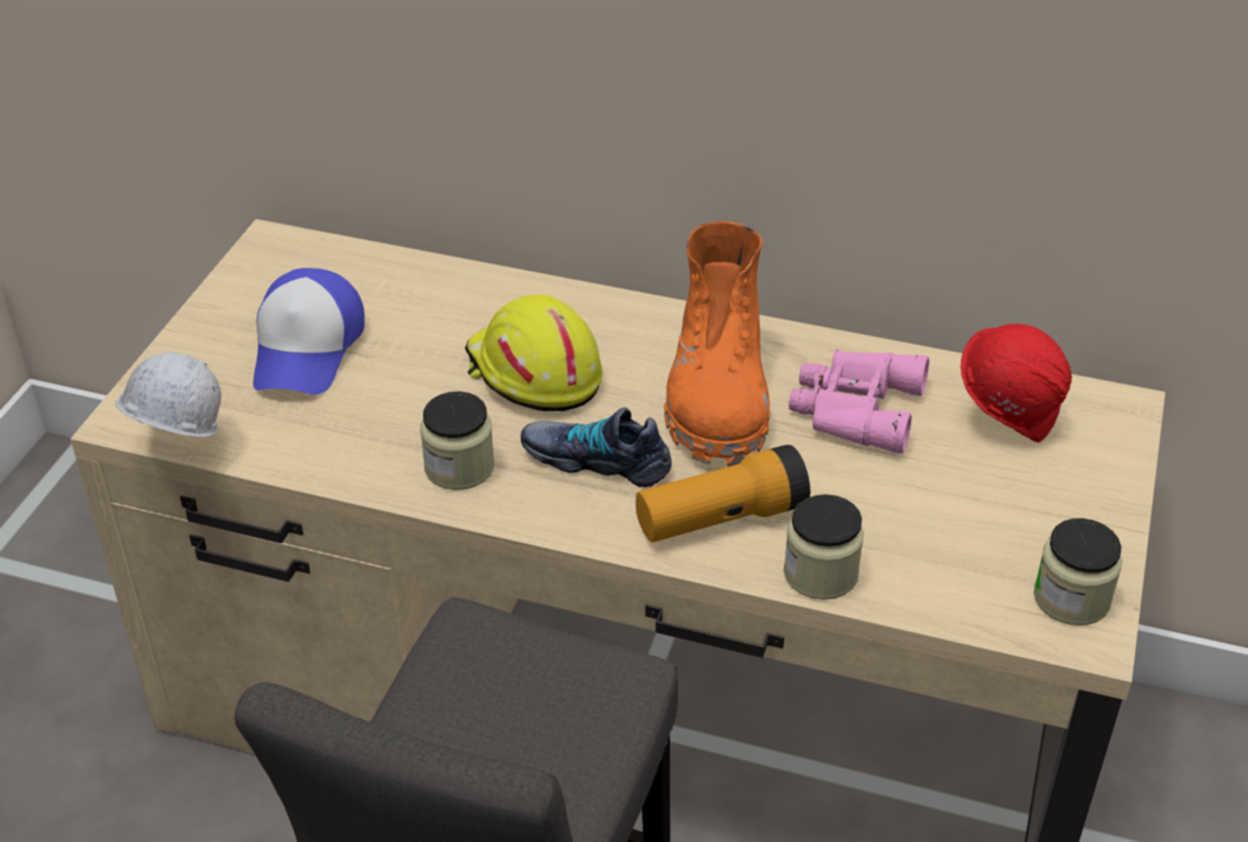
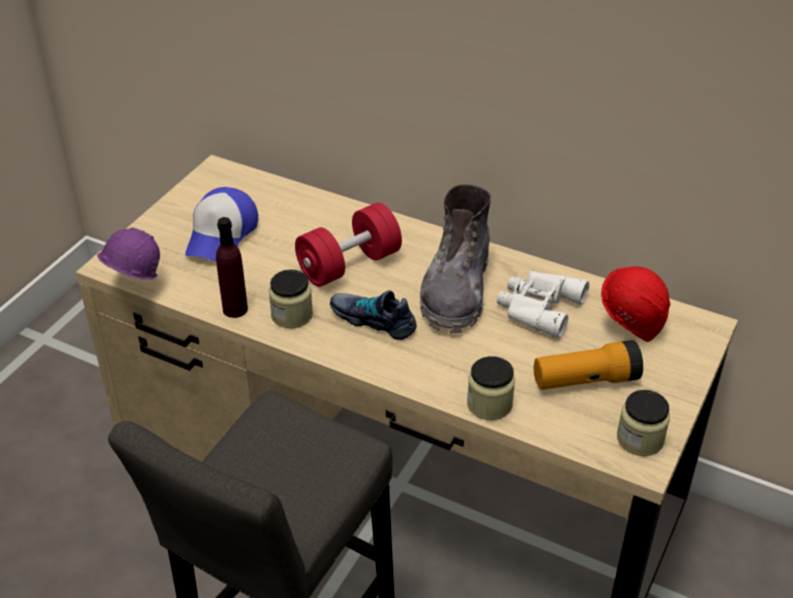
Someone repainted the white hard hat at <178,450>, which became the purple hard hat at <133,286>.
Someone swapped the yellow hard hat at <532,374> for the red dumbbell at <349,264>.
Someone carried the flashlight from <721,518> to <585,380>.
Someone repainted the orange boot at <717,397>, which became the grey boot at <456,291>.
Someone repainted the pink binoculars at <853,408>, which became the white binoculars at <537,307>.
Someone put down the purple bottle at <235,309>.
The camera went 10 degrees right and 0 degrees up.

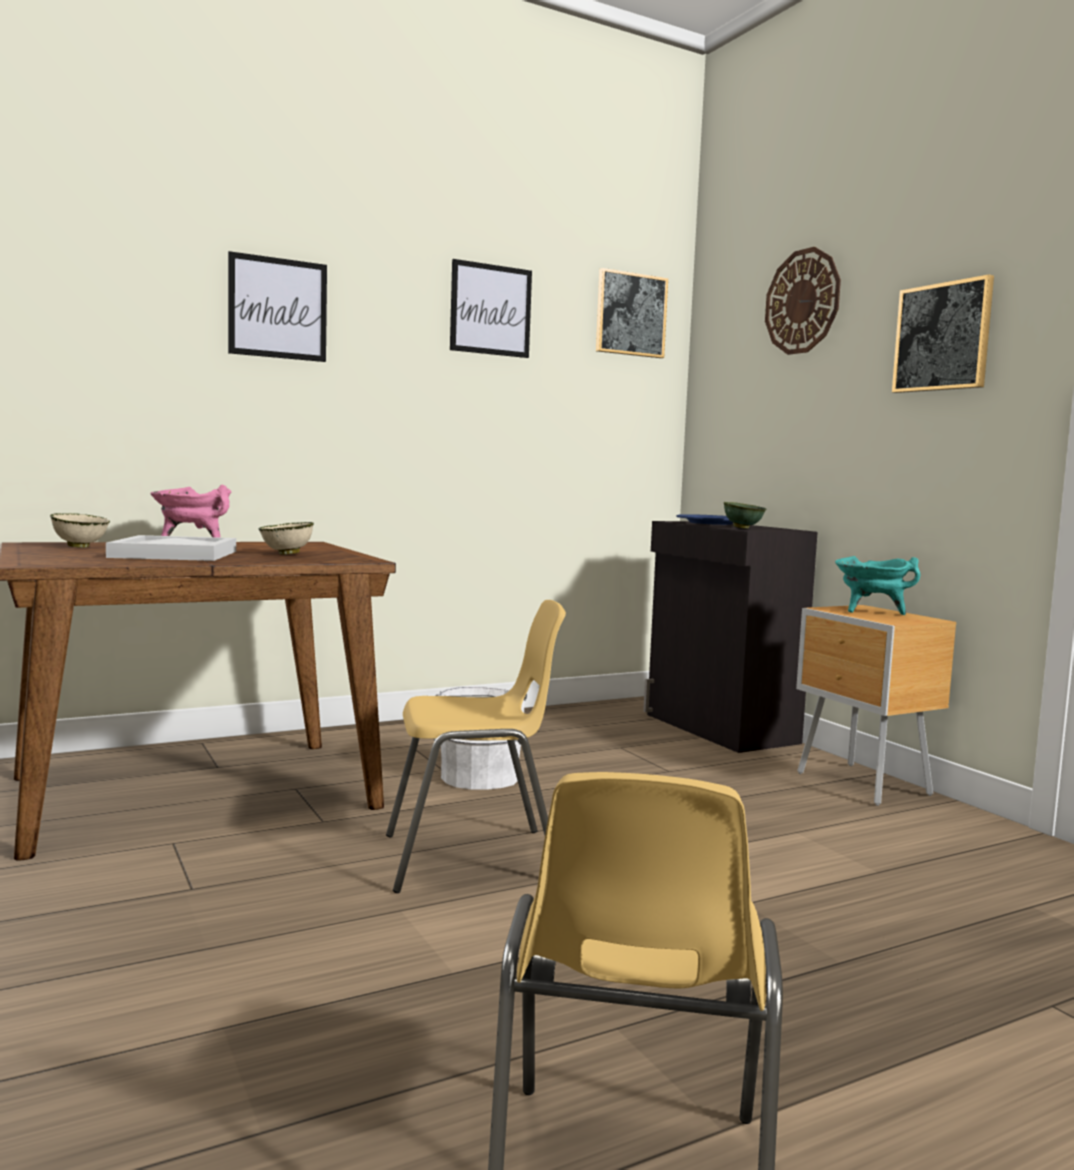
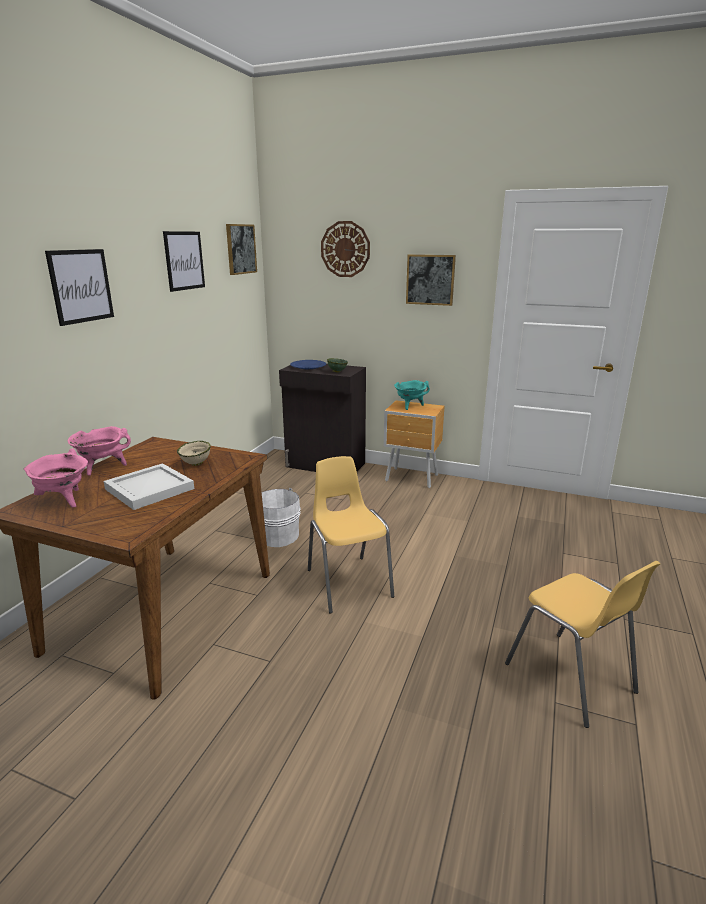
Someone swapped the beige bowl at <80,546> for the pink cooking pot at <64,501>.
Someone rotated the yellow chair at <473,859> by 60 degrees counterclockwise.
The camera went 40 degrees left and 15 degrees up.

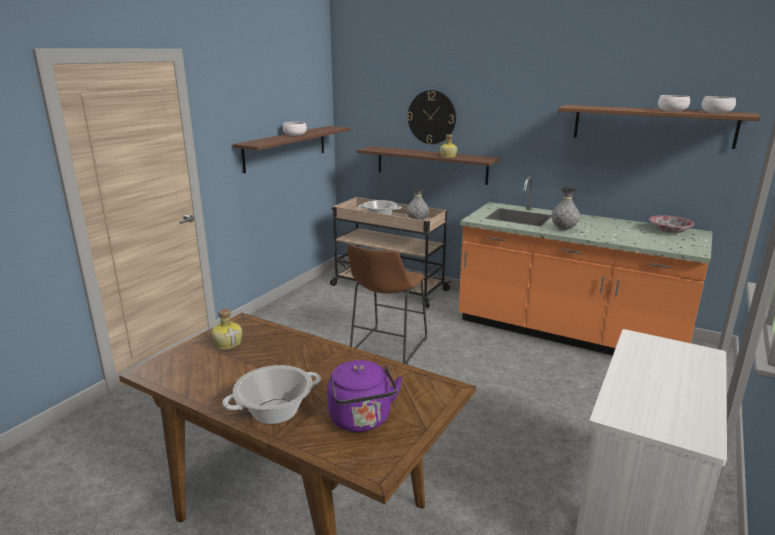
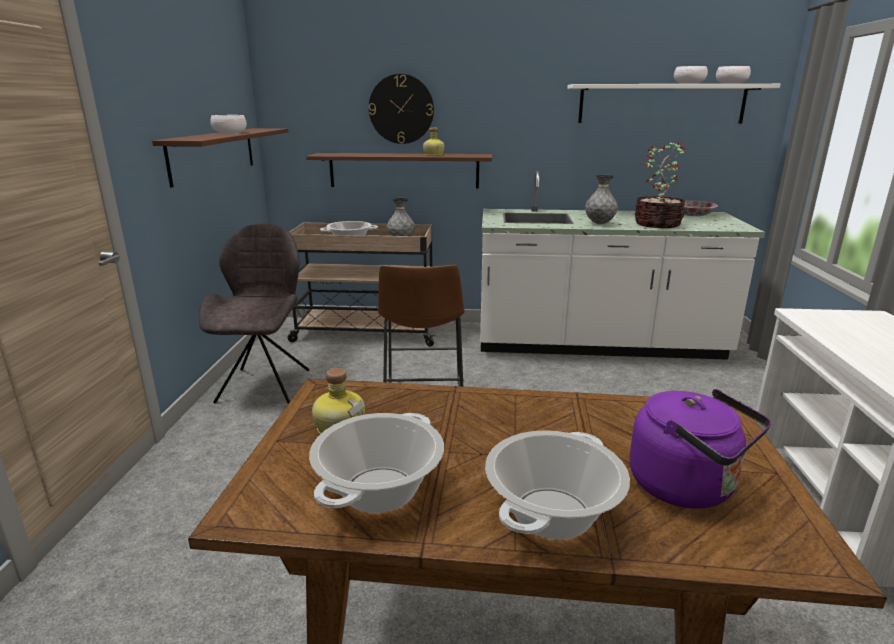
Someone repainted the orange counter at <568,333>, which became the white counter at <597,344>.
Someone repainted the brown shelf at <652,125>, which became the white shelf at <661,104>.
Someone put down the grey chair at <265,384>.
Someone put down the cooking pot at <380,490>.
Someone put down the potted plant at <657,224>.
The camera went 25 degrees left and 0 degrees up.

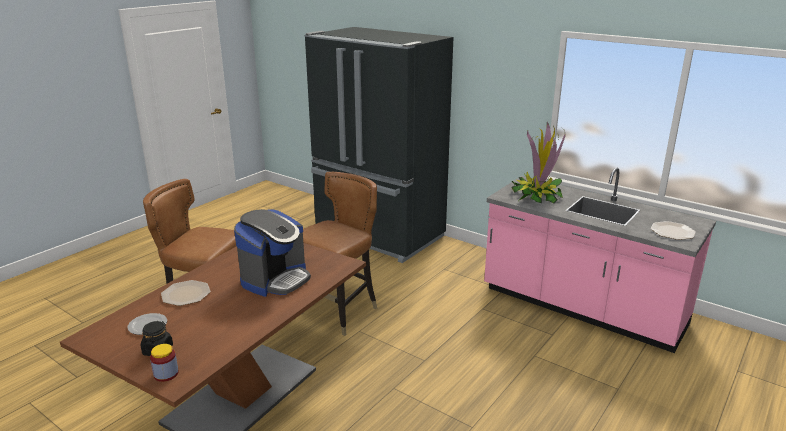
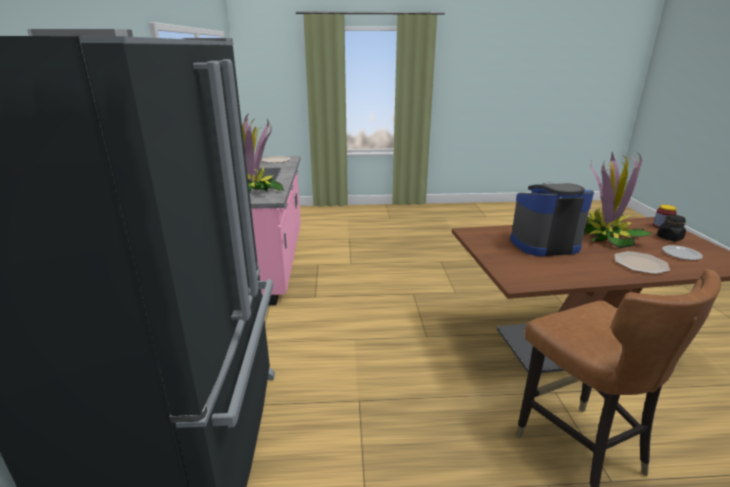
Someone took away the brown chair at <339,313>.
Someone put down the potted plant at <604,237>.
The camera went 130 degrees left and 0 degrees up.

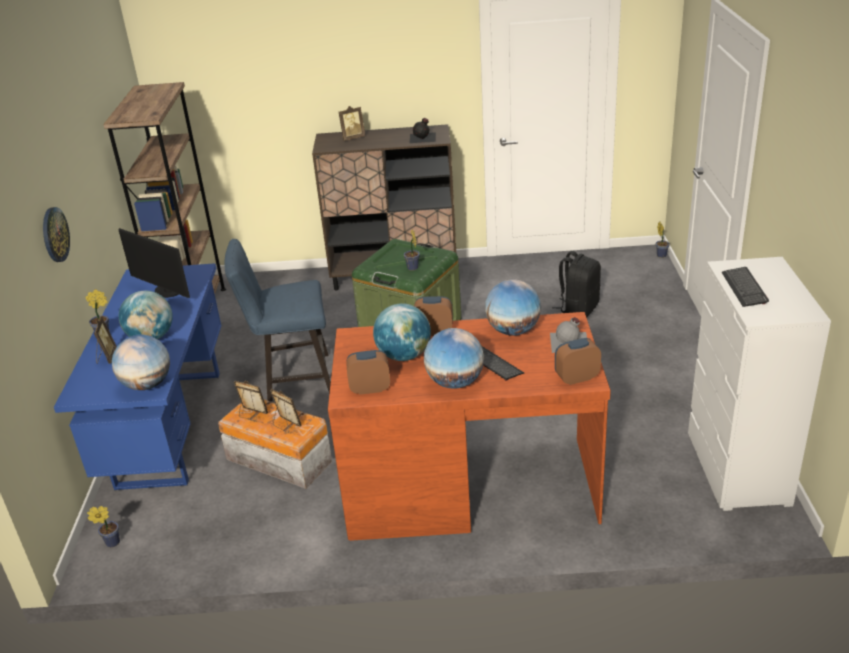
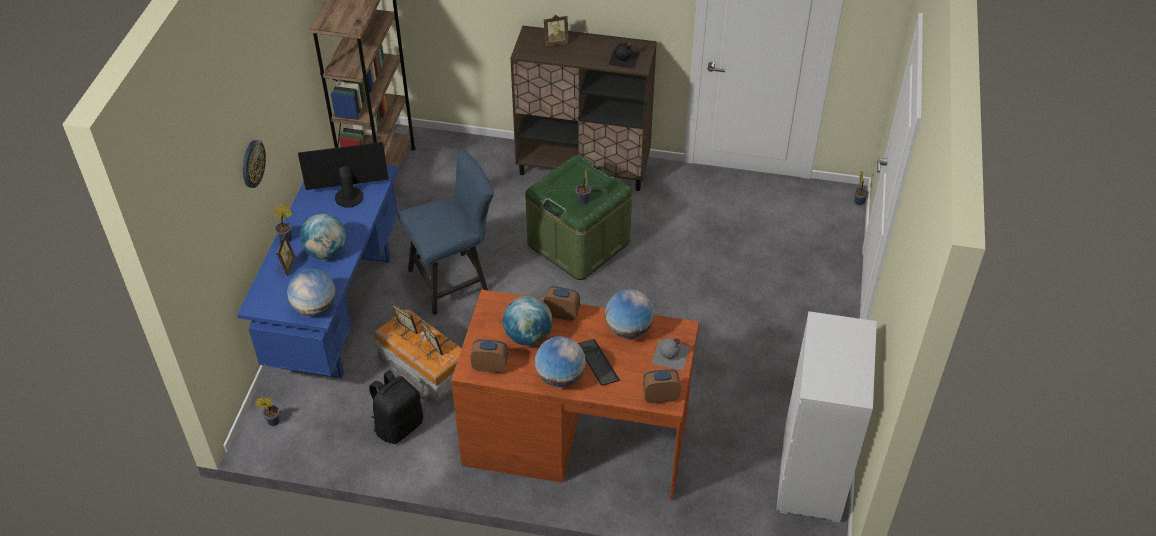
Someone rotated the monitor at <167,291> by 120 degrees clockwise.
Someone rotated the blue chair at <292,379> by 150 degrees clockwise.
Someone carried the black backpack from <578,309> to <398,425>.
Someone took away the keyboard at <744,288>.
The camera went 10 degrees right and 15 degrees up.

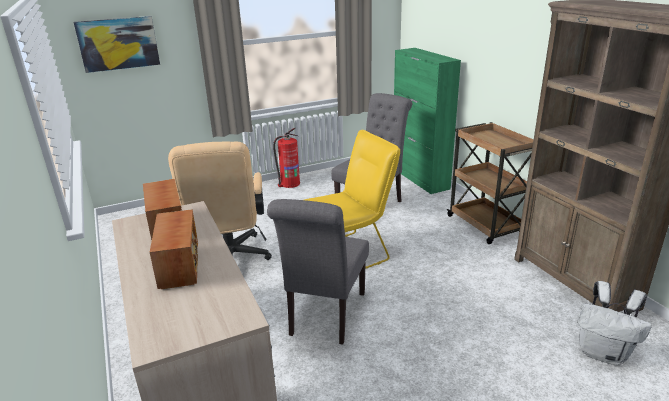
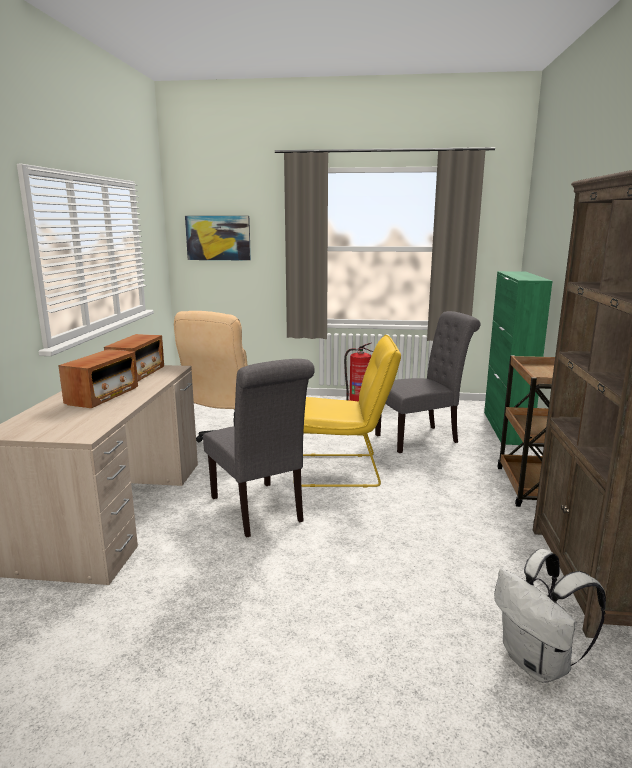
Someone rotated the grey chair at <325,317> by 75 degrees counterclockwise.
The camera went 30 degrees right and 10 degrees down.

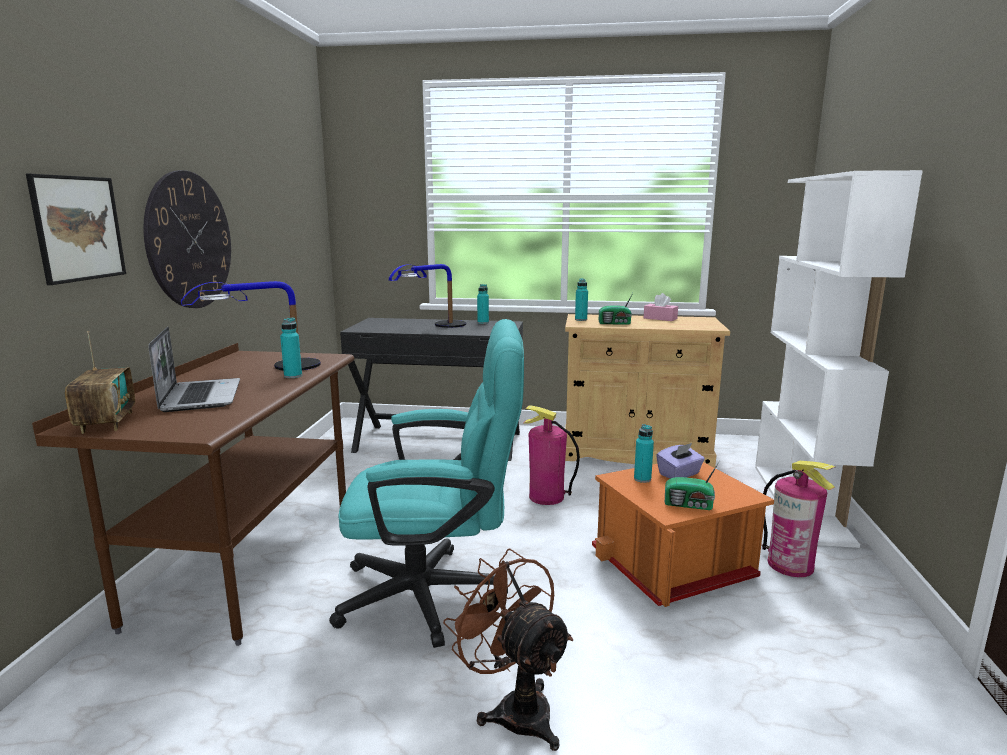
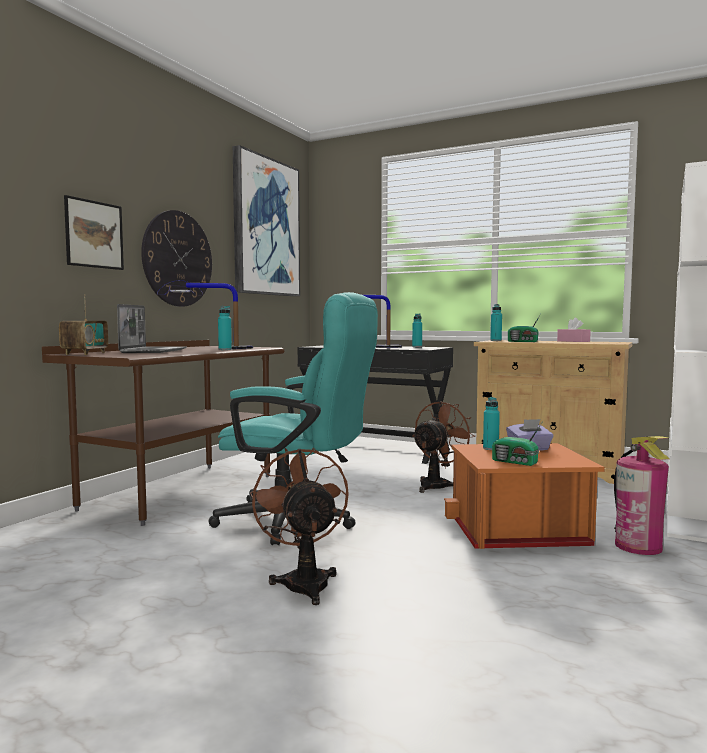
Someone swapped the fire extinguisher at <546,497> for the brown fan at <437,485>.
Someone put up the picture at <265,227>.
The camera went 20 degrees right and 10 degrees down.

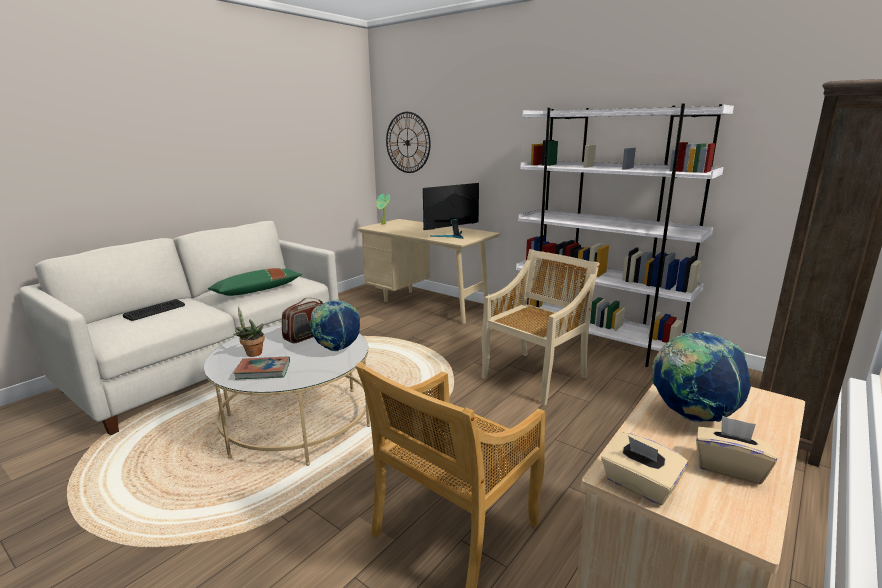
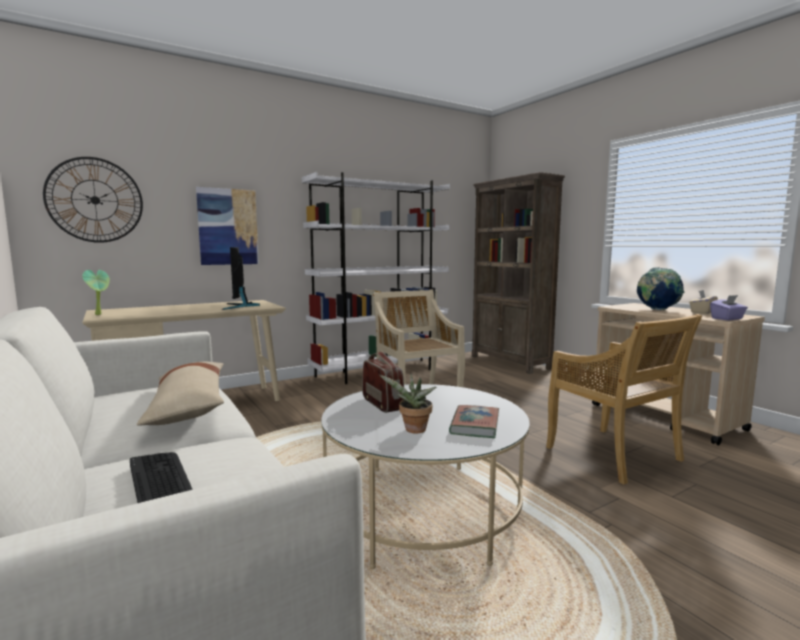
Someone repainted the green pillow at <257,290>, which became the beige pillow at <188,406>.
Someone took away the globe at <337,349>.
Someone repainted the beige tissue box at <639,485>, which became the purple tissue box at <727,319>.
Someone put up the picture at <228,227>.
The camera went 70 degrees left and 10 degrees down.

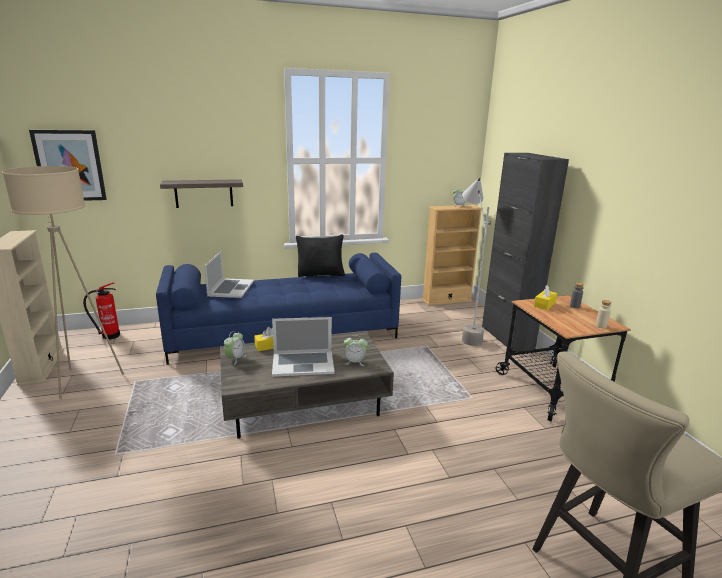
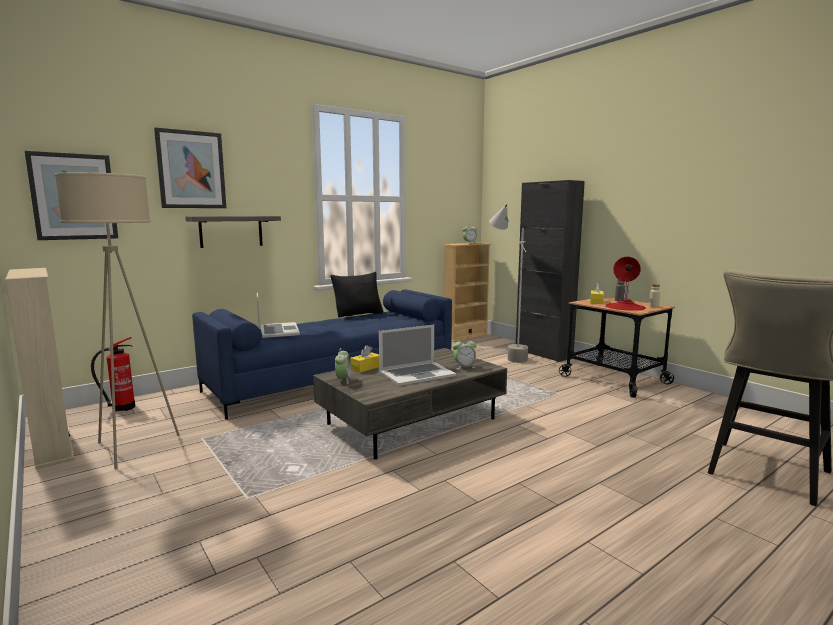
Someone put up the picture at <191,170>.
Someone put down the red table lamp at <625,307>.
The camera went 20 degrees left and 10 degrees down.

